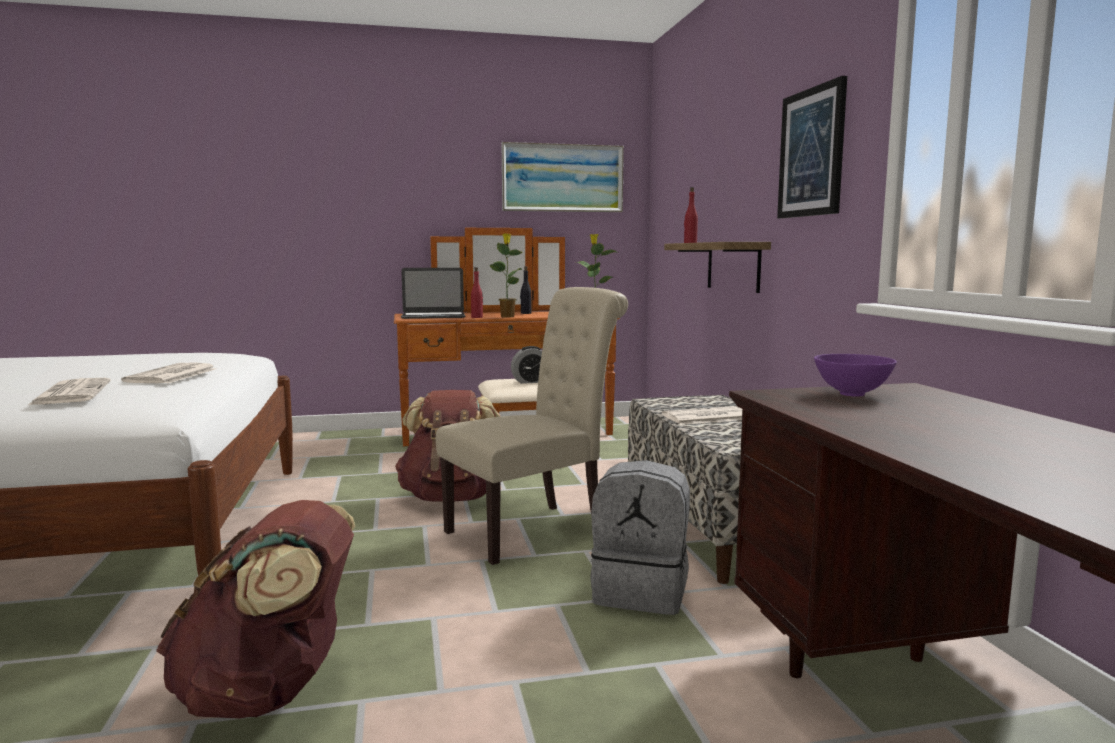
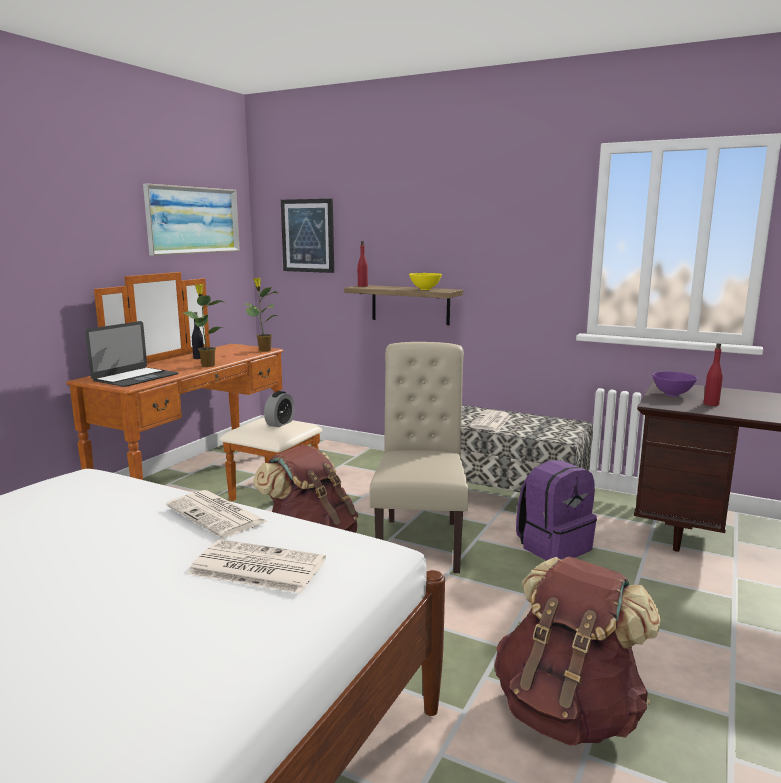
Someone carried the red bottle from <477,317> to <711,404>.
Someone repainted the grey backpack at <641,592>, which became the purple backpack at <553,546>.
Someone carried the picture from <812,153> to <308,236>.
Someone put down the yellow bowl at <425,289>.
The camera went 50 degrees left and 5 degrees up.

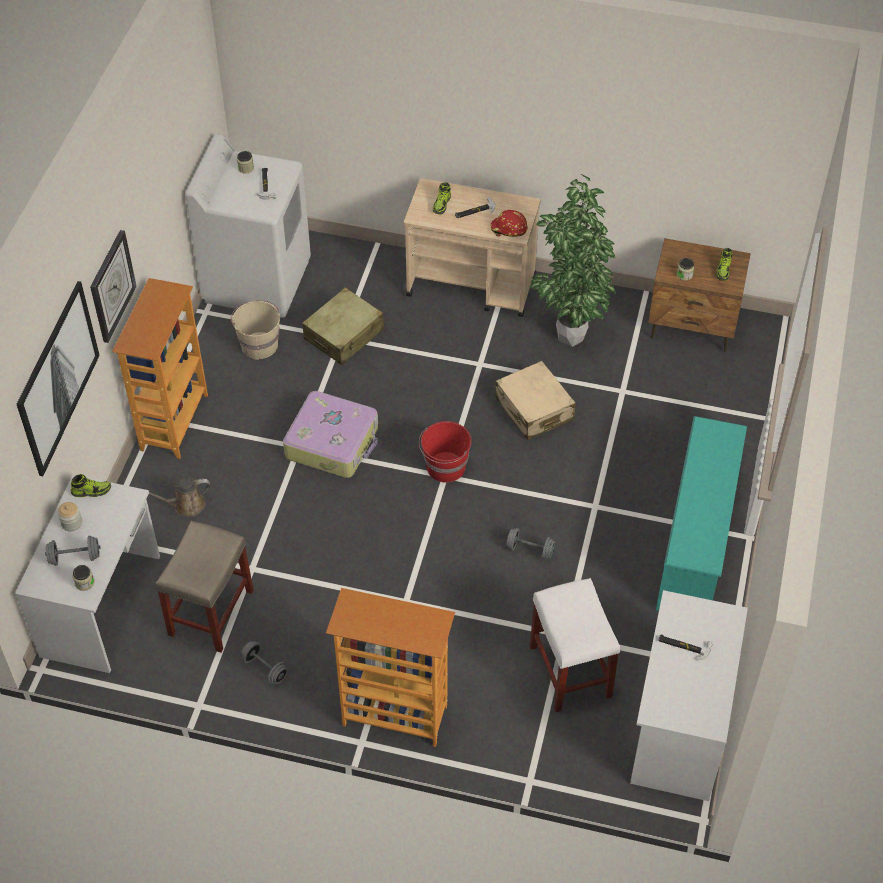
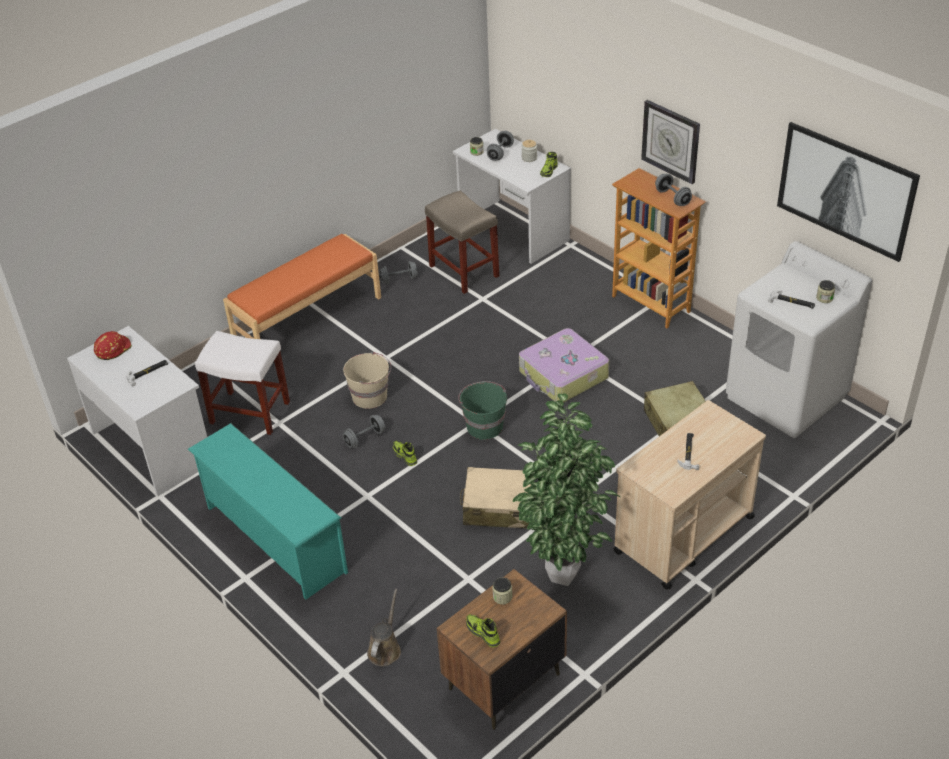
Someone carried the picture from <56,377> to <846,190>.
Someone carried the brown watering can from <186,505> to <385,649>.
Someone carried the beige bucket from <259,344> to <370,396>.
Someone swapped the bookcase at <394,716> for the orange bench at <307,319>.
Someone repainted the red bucket at <445,467>, which became the green bucket at <484,426>.
Someone carried the shoe from <442,204> to <405,456>.
Someone carried the red hard hat from <508,229> to <113,349>.
Someone put down the grey dumbbell at <672,198>.
The camera went 125 degrees right and 10 degrees down.

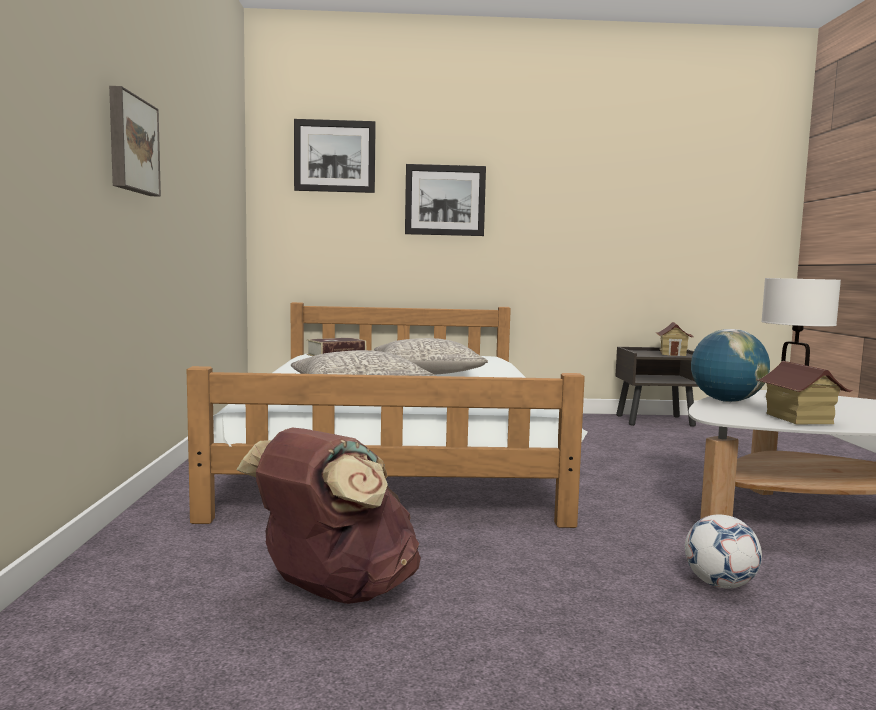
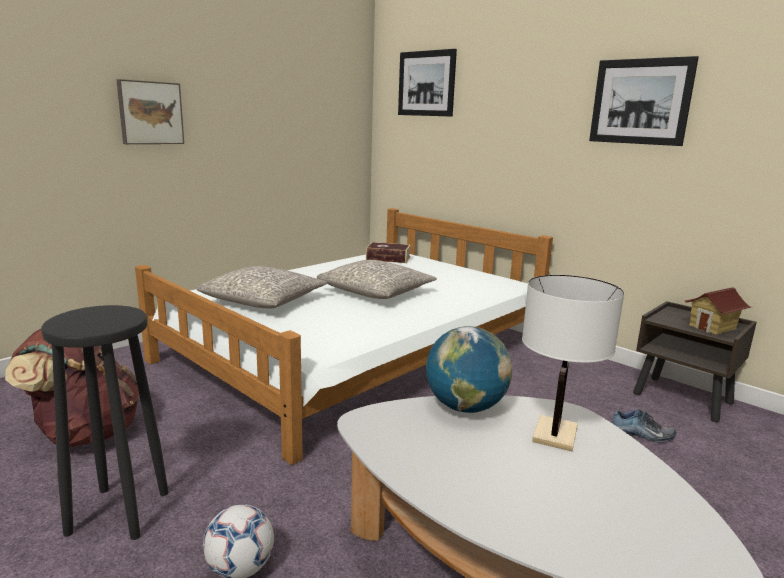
Someone carried the picture from <445,200> to <640,101>.
Someone took away the toy house at <798,419>.
Someone put down the black stool at <119,511>.
Someone put down the shoe at <642,434>.
The camera went 45 degrees right and 10 degrees up.

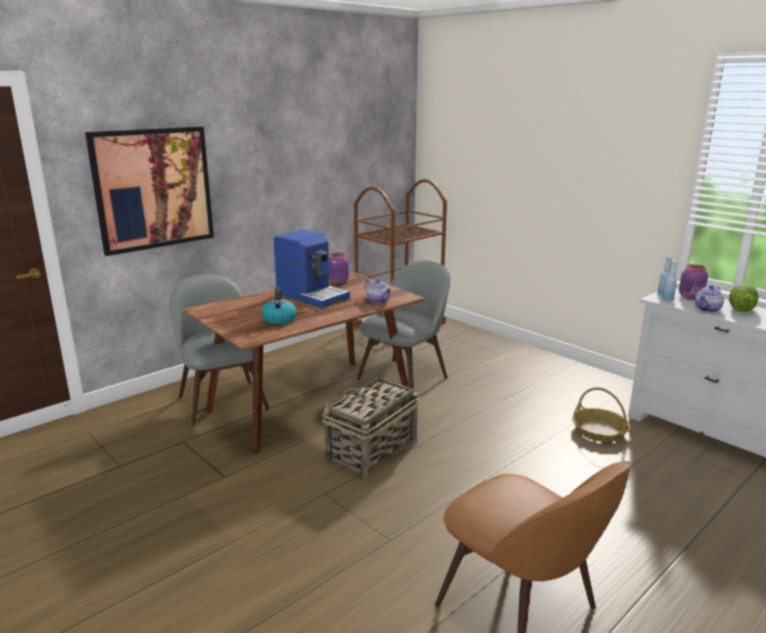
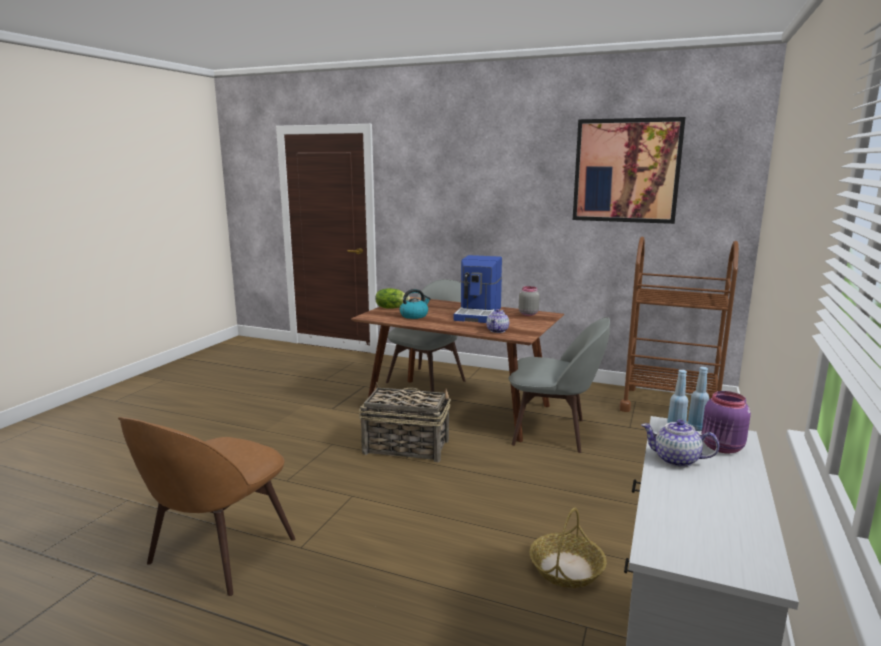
Someone carried the picture from <153,189> to <626,171>.
Someone repainted the purple jar at <338,281>, which became the grey jar at <528,314>.
Someone carried the lettuce from <740,309> to <391,308>.
The camera went 65 degrees right and 5 degrees down.

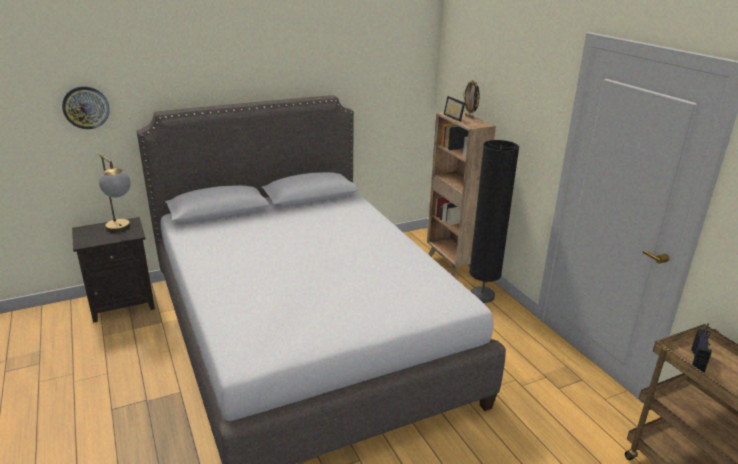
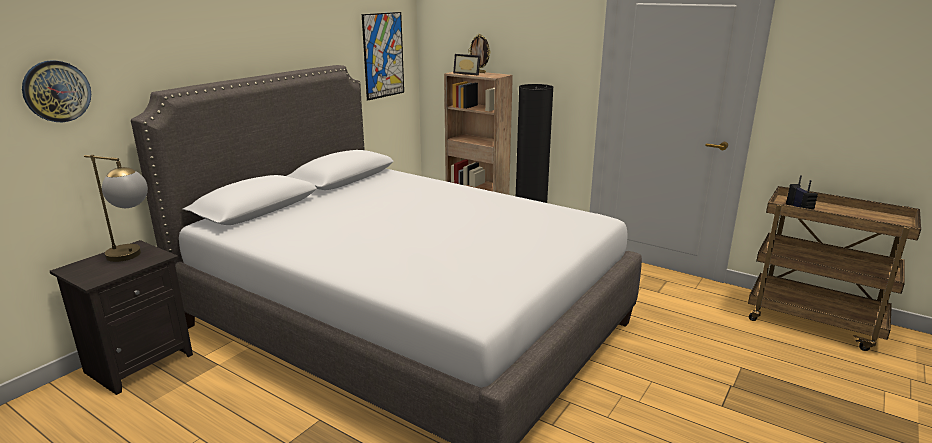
Someone put up the picture at <383,55>.
The camera went 30 degrees left and 5 degrees down.

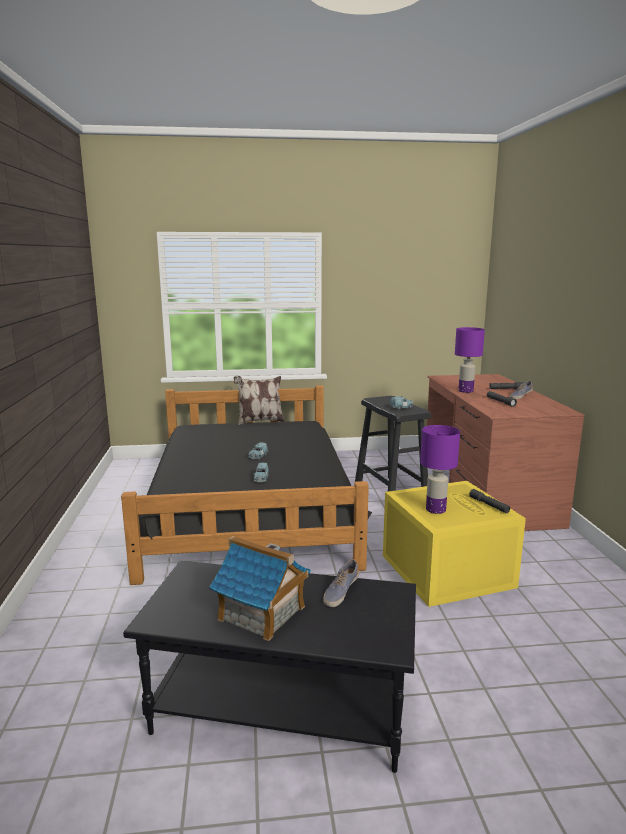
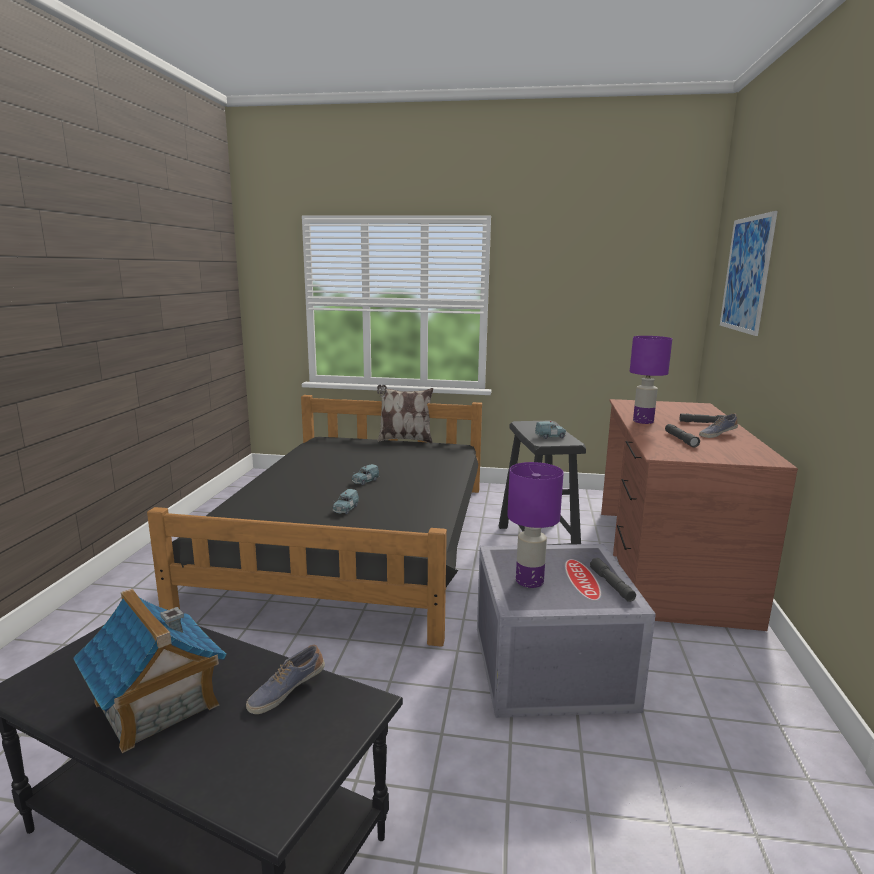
Someone repainted the yellow storage box at <444,570>, which became the grey storage box at <548,665>.
Someone put up the picture at <746,274>.
The camera went 15 degrees right and 0 degrees up.

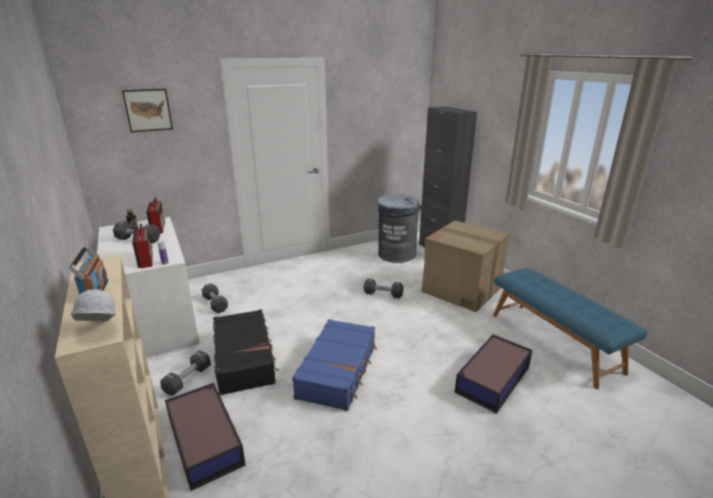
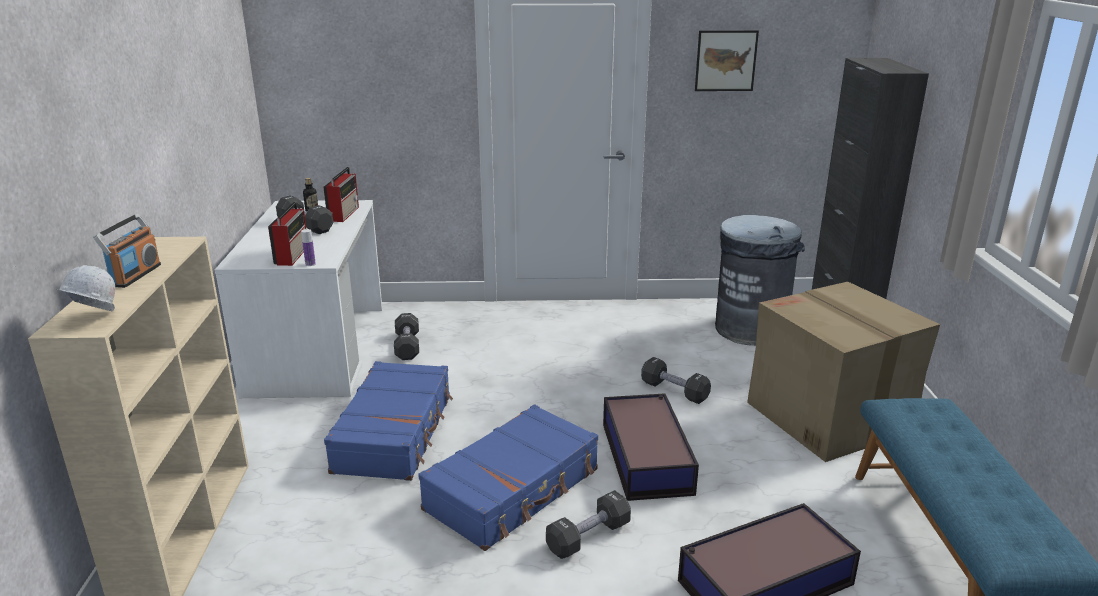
Someone carried the picture from <148,110> to <725,60>.
Someone carried the black dumbbell from <188,379> to <588,537>.
Someone carried the storage box from <205,439> to <646,457>.
Someone repainted the black suitcase at <244,358>, which became the blue suitcase at <395,433>.
The camera went 25 degrees right and 0 degrees up.

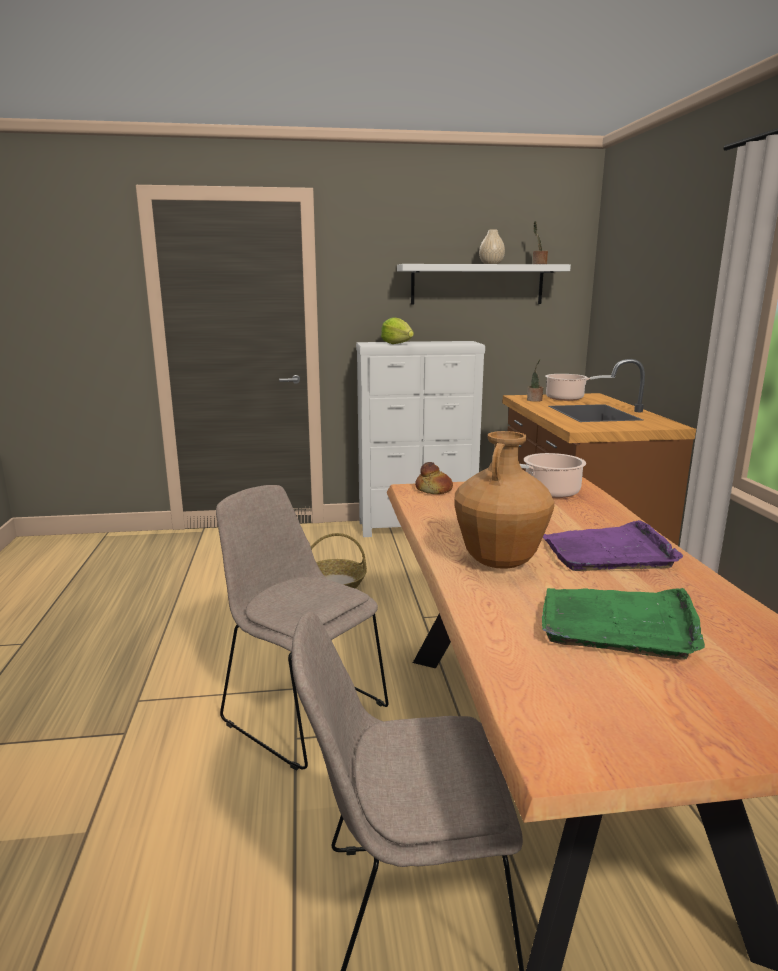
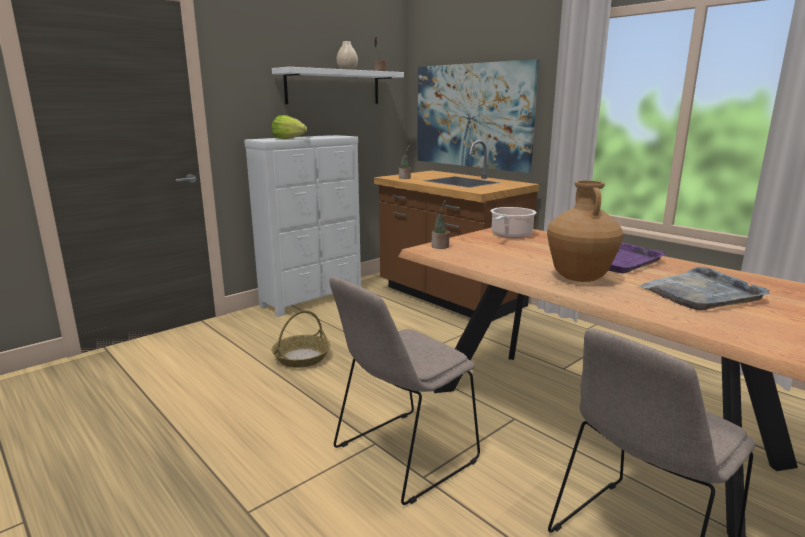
Someone rotated the beige chair at <302,711> by 45 degrees counterclockwise.
Someone swapped the bread at <434,490> for the potted plant at <440,247>.
Someone repainted the green tray at <618,624>, which became the grey tray at <700,293>.
Someone took away the cooking pot at <567,398>.
Someone put up the picture at <472,116>.
The camera went 35 degrees left and 0 degrees up.

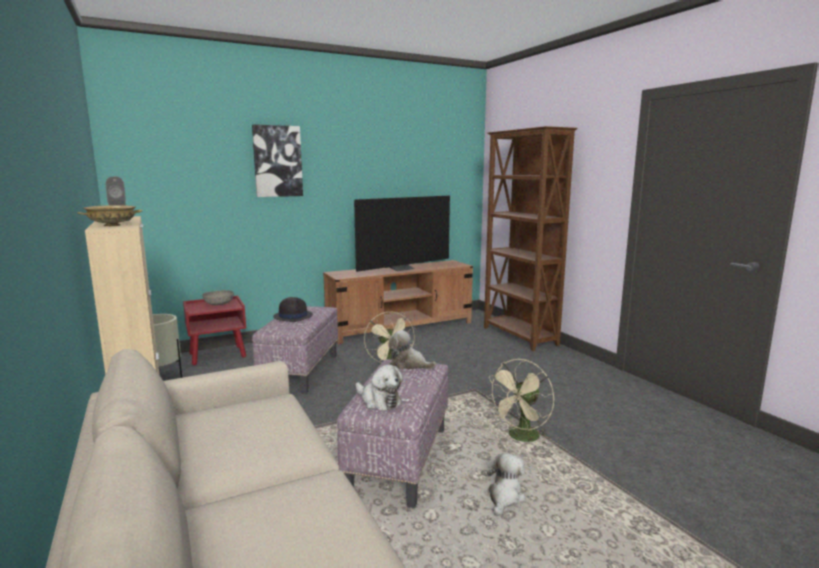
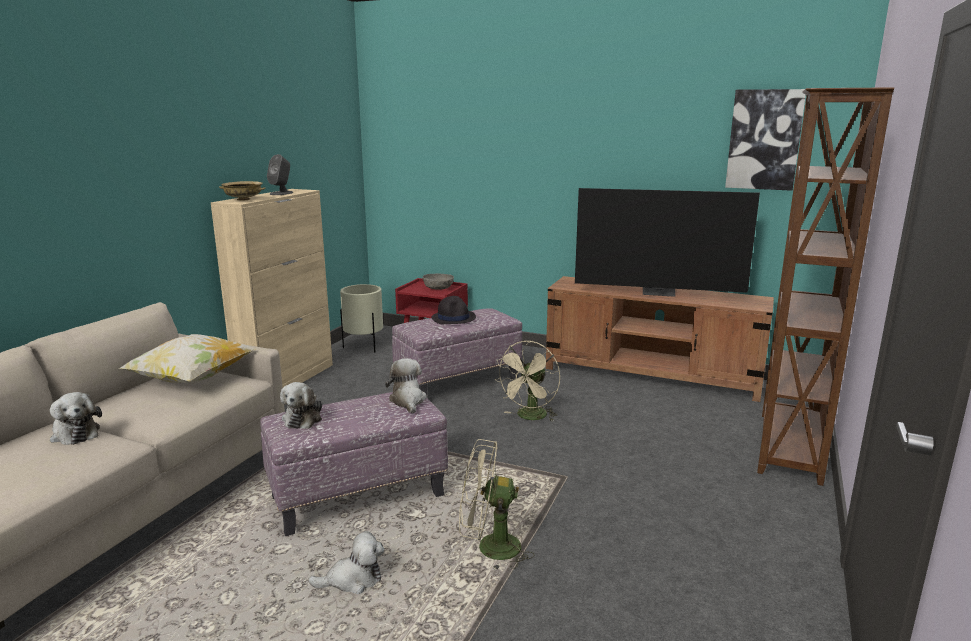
Someone carried the picture from <277,161> to <764,140>.
Someone put down the plush toy at <75,433>.
Someone put down the pillow at <192,380>.
The camera went 50 degrees right and 5 degrees up.

